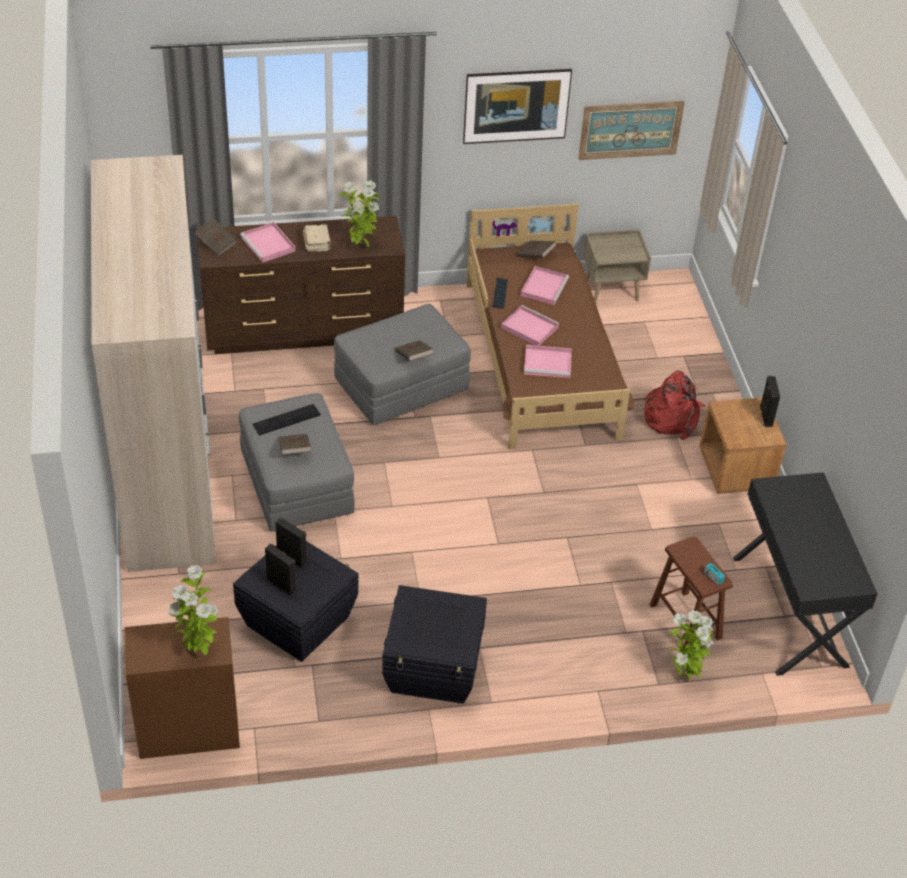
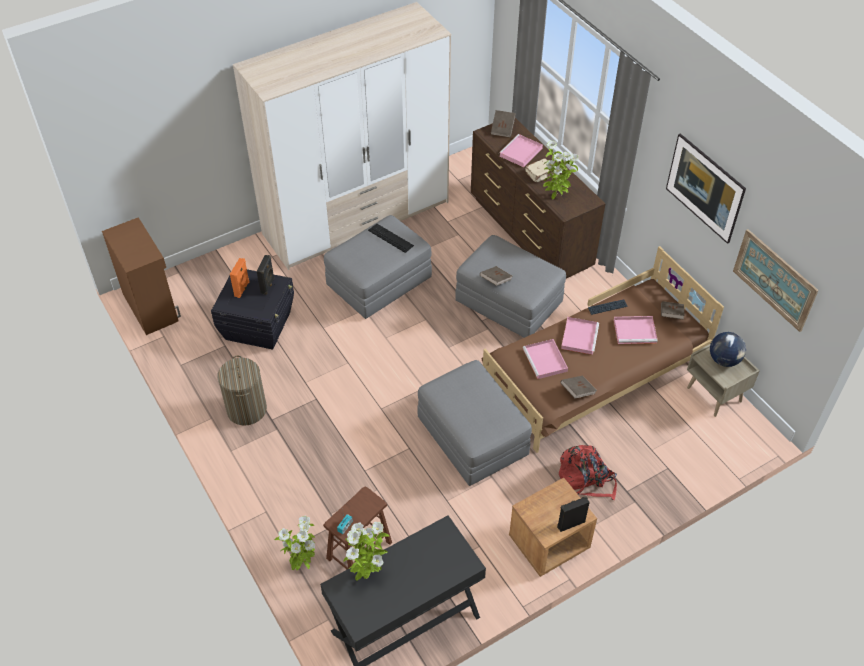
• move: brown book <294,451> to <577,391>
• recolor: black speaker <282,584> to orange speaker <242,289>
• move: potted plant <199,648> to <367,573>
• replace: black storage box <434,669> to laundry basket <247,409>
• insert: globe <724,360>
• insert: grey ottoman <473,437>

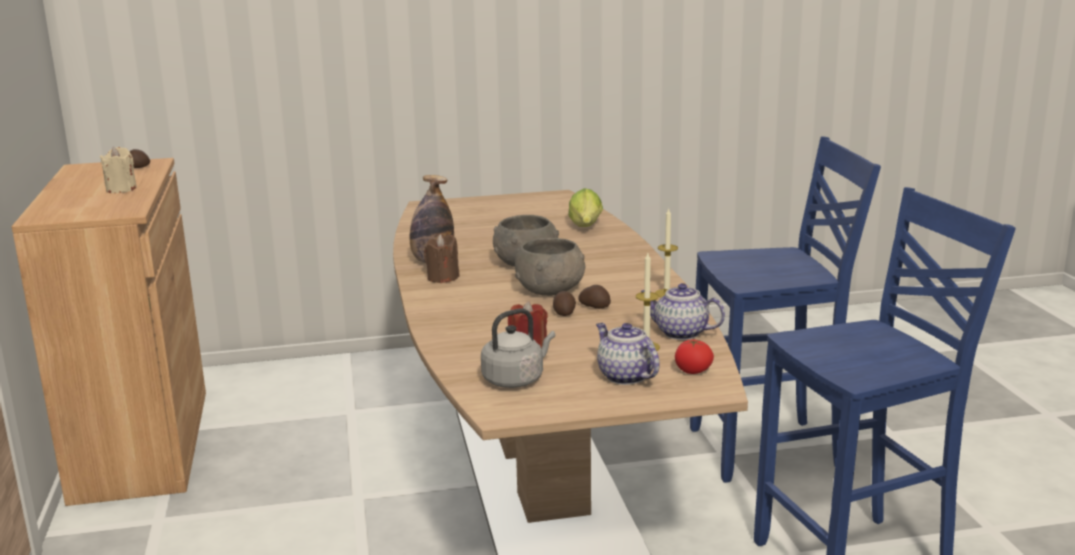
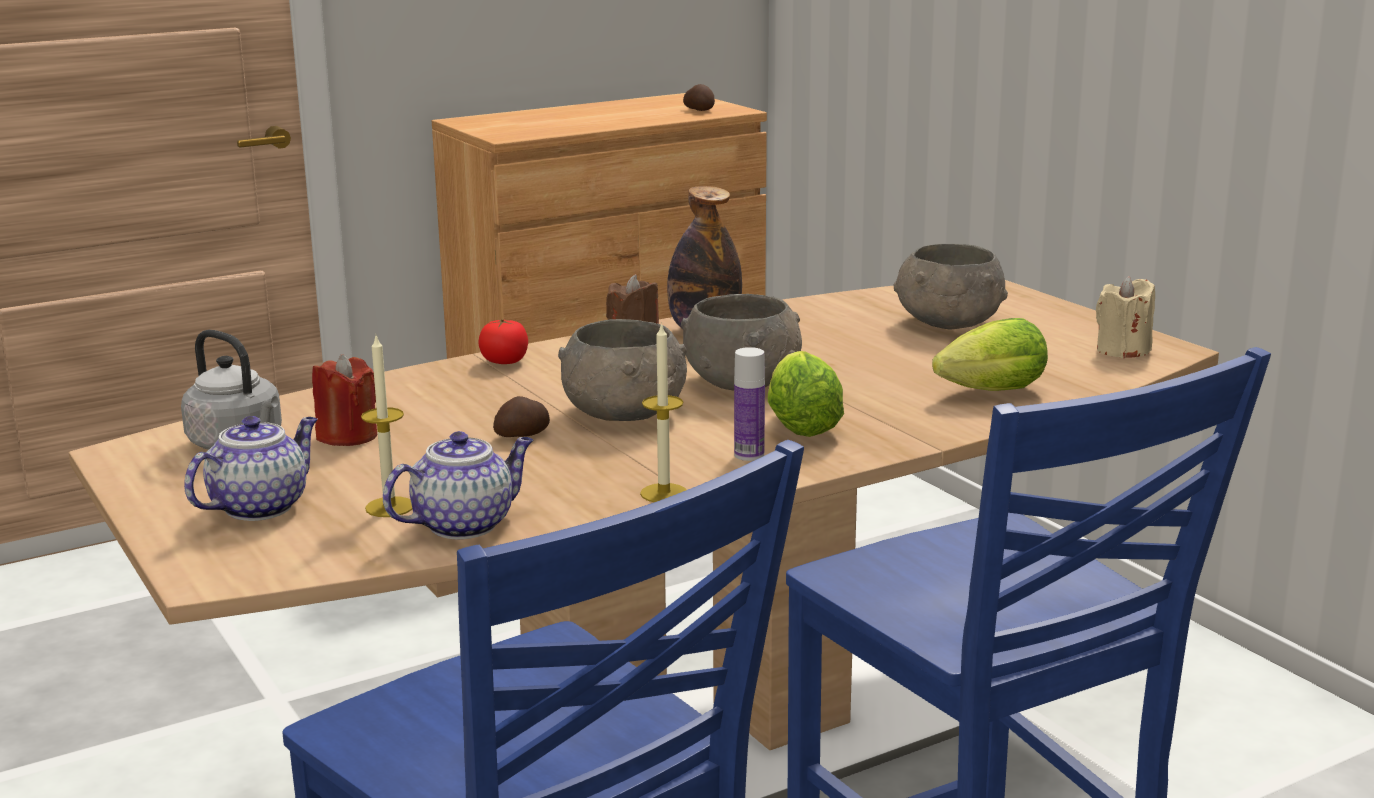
• move: beige candle <121,189> to <1122,350>
• rotate: teapot <680,333> = <465,524> 45 degrees clockwise
• delete: potato <595,306>
• move: tomato <693,371> to <504,362>
• insert: grey bowl <948,323>
• insert: bottle <749,455>
• insert: lettuce <801,424>

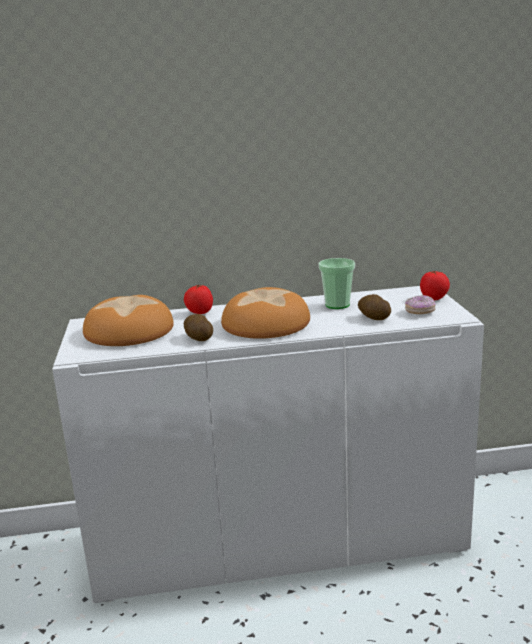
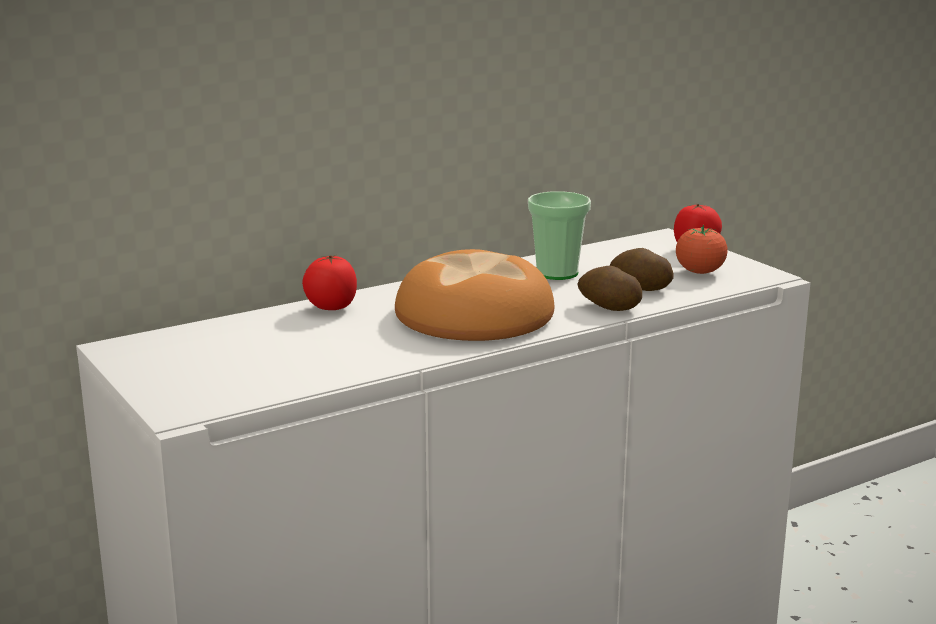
• delete: bread <128,331>
• replace: donut <420,312> to tomato <700,272>
• move: potato <198,338> to <608,307>

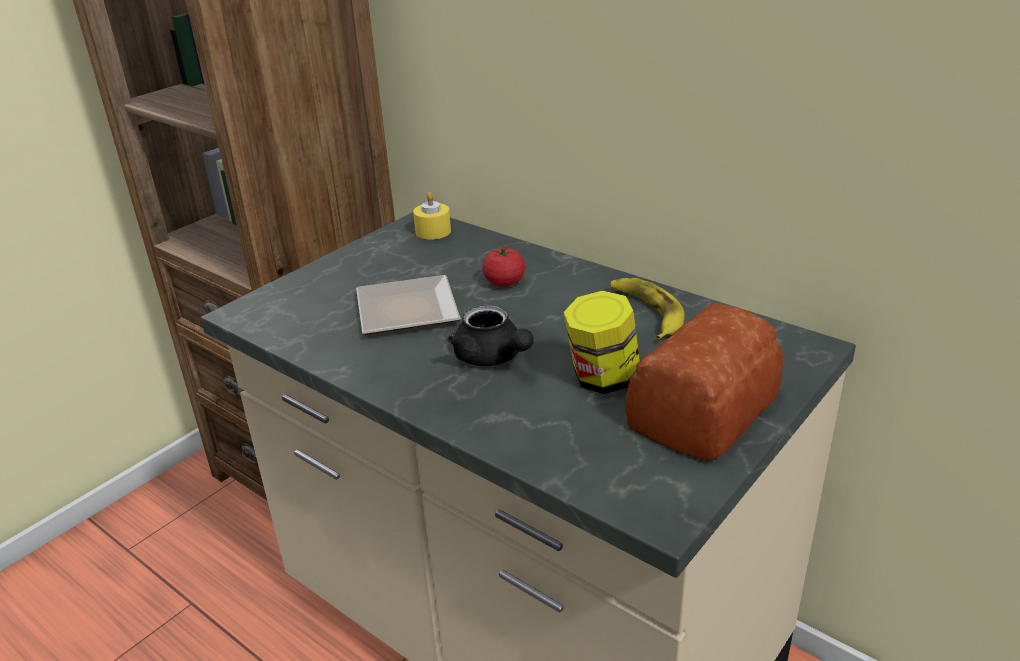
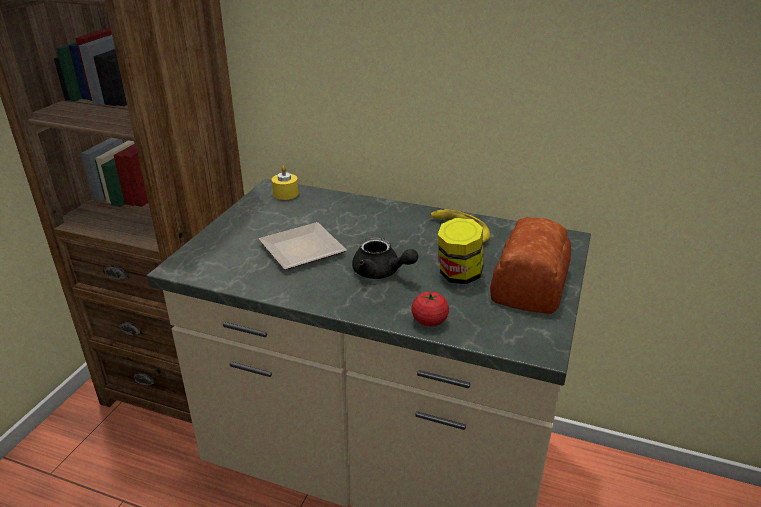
• move: tomato <504,282> to <429,321>

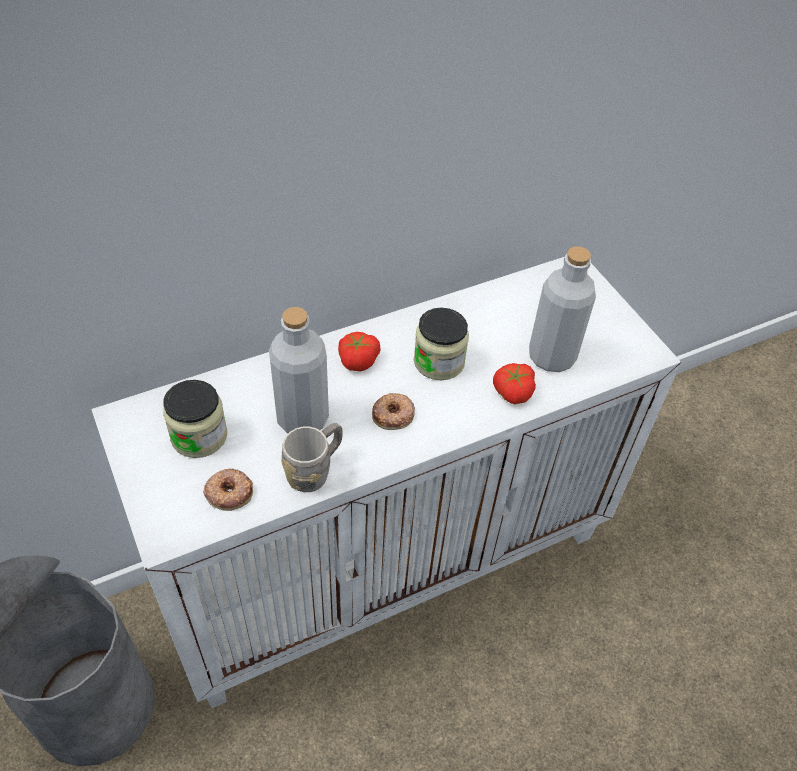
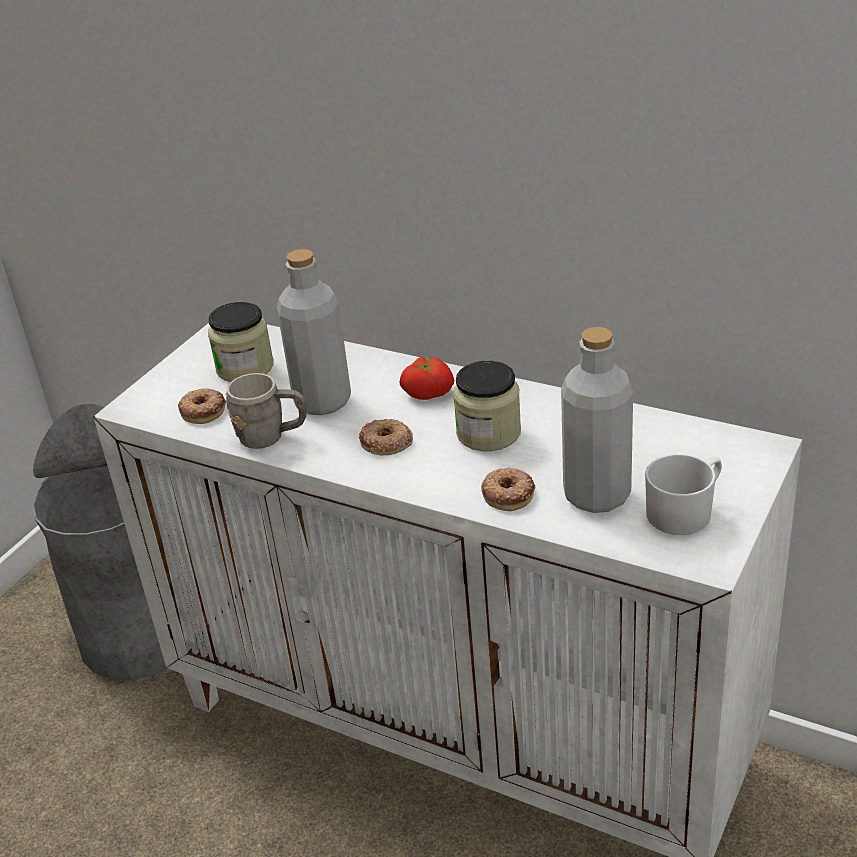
• replace: tomato <512,392> to donut <508,493>
• insert: white mug <685,511>

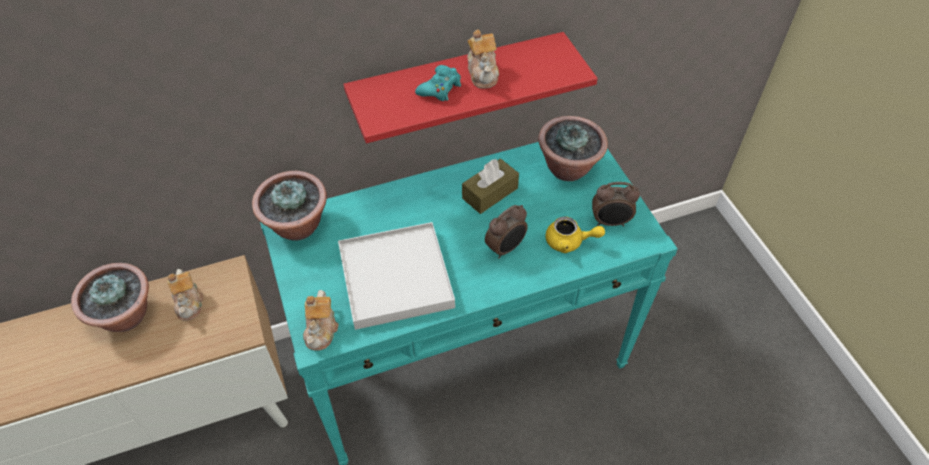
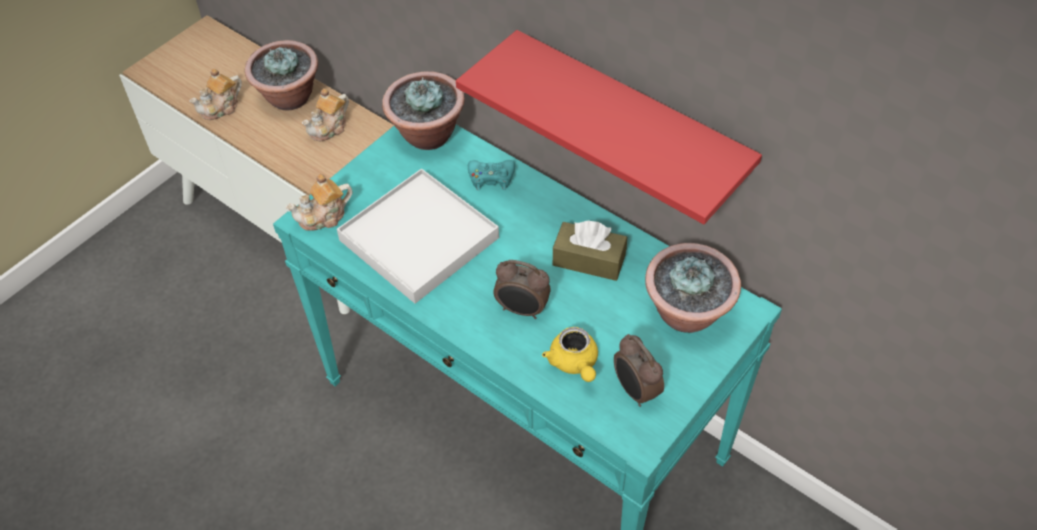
• move: teapot <483,73> to <221,108>
• move: turquoise game controller <440,88> to <491,178>

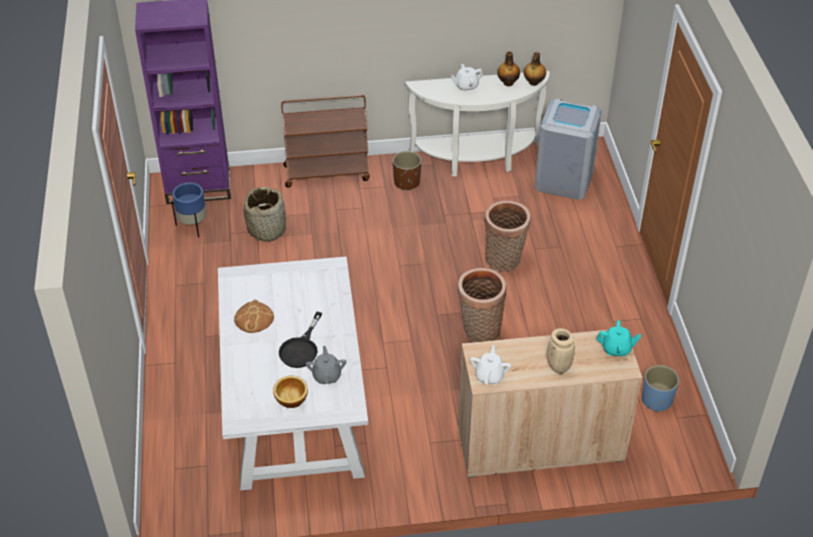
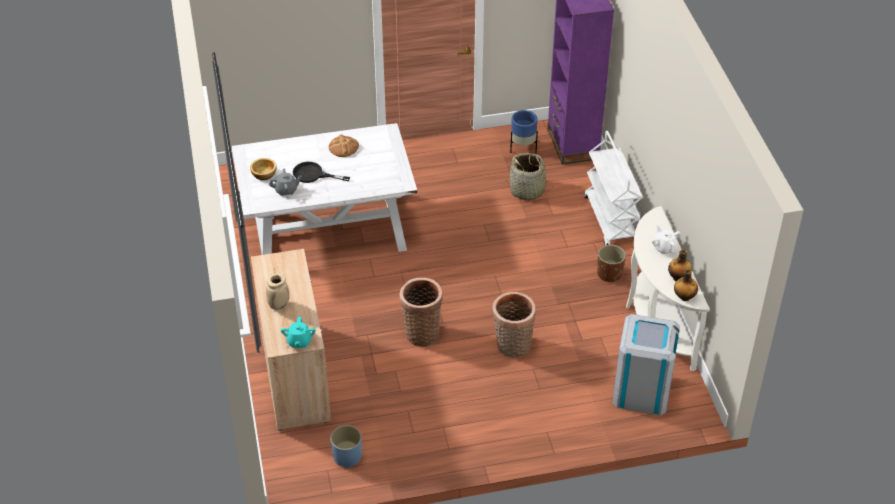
• recolor: brown cart <327,172> to white cart <610,220>
• delete: white teapot <489,376>

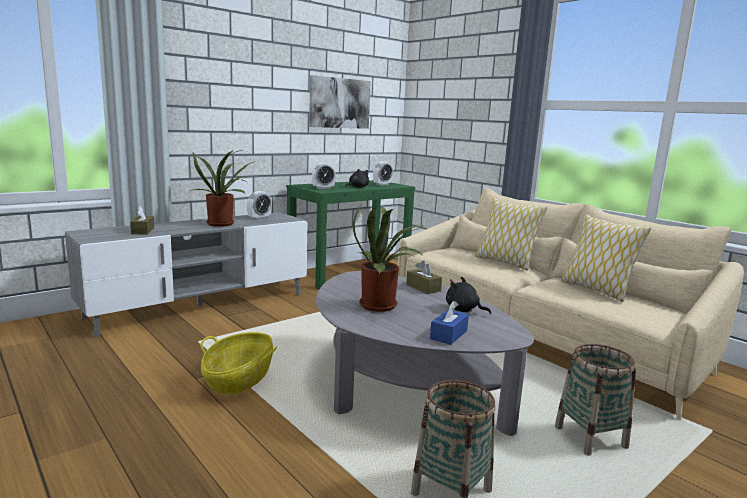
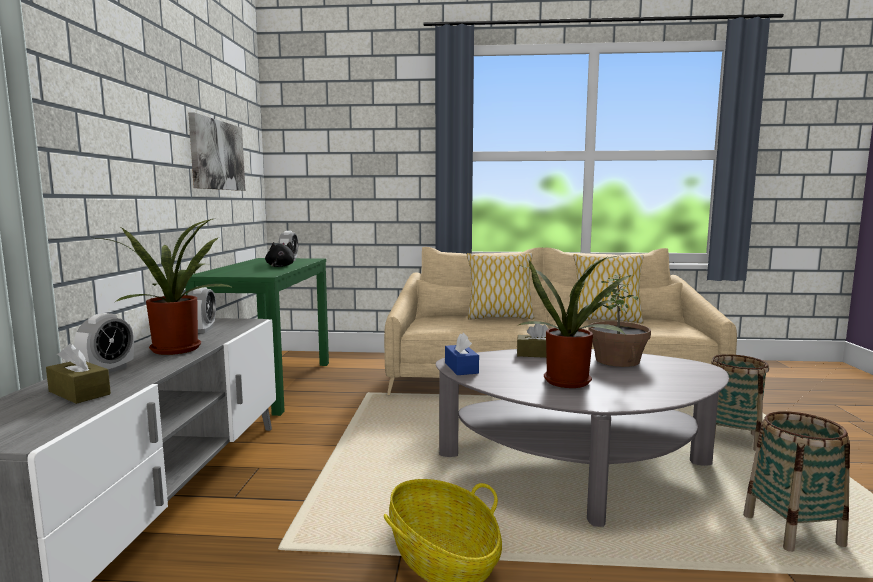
• move: alarm clock <323,188> to <107,371>
• replace: black plush toy <463,310> to potted plant <618,360>
• move: blue tissue box <448,335> to <461,368>

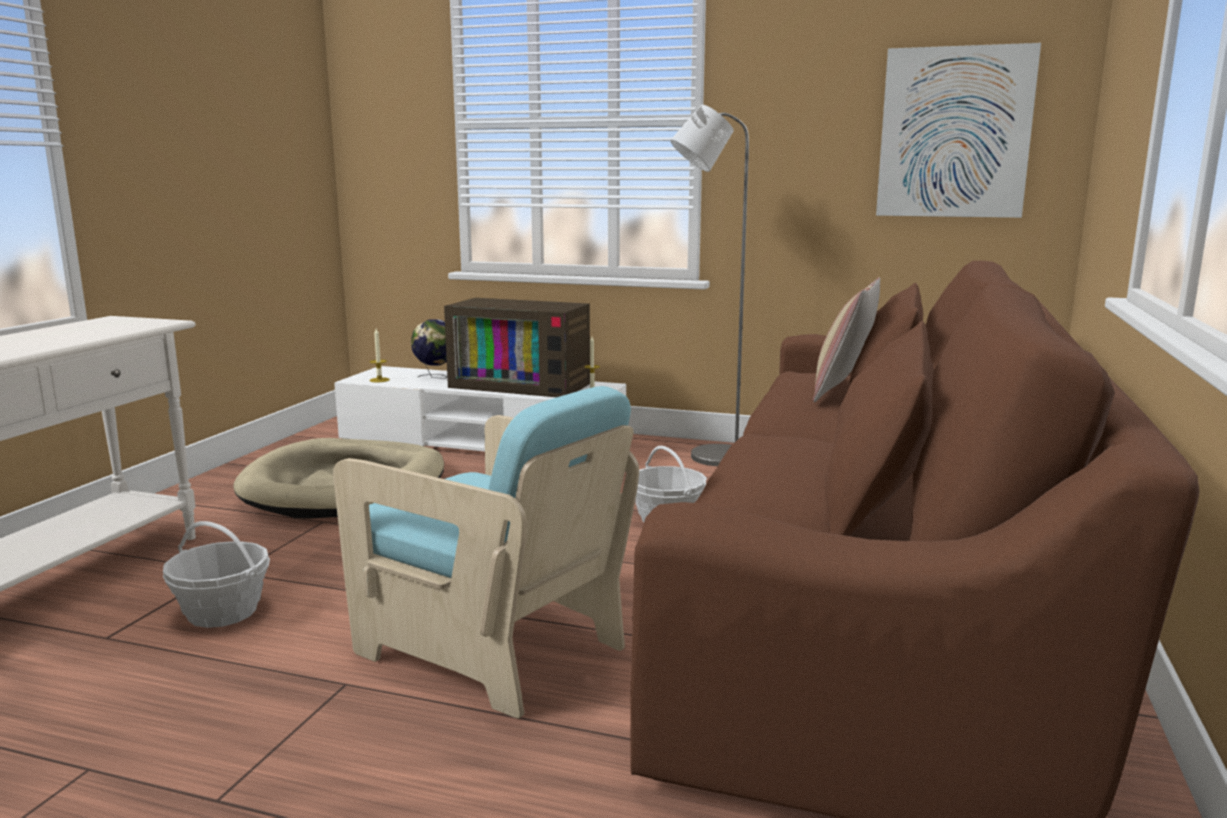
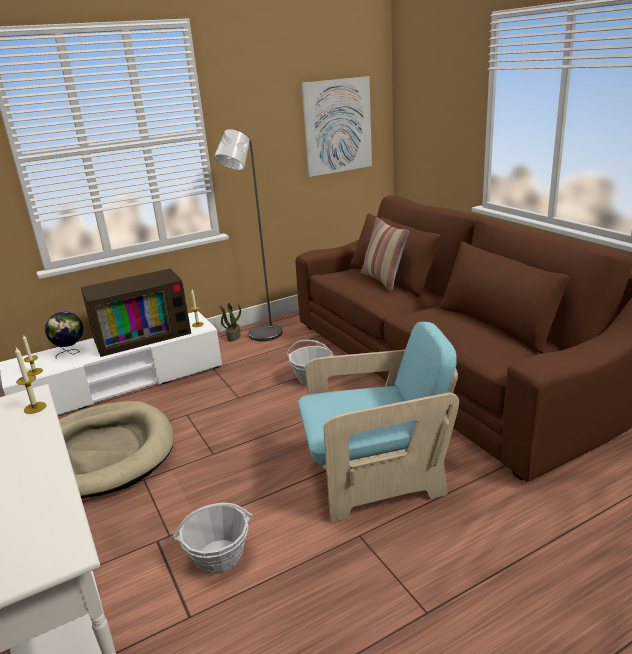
• insert: potted plant <233,337>
• insert: candle <35,407>

